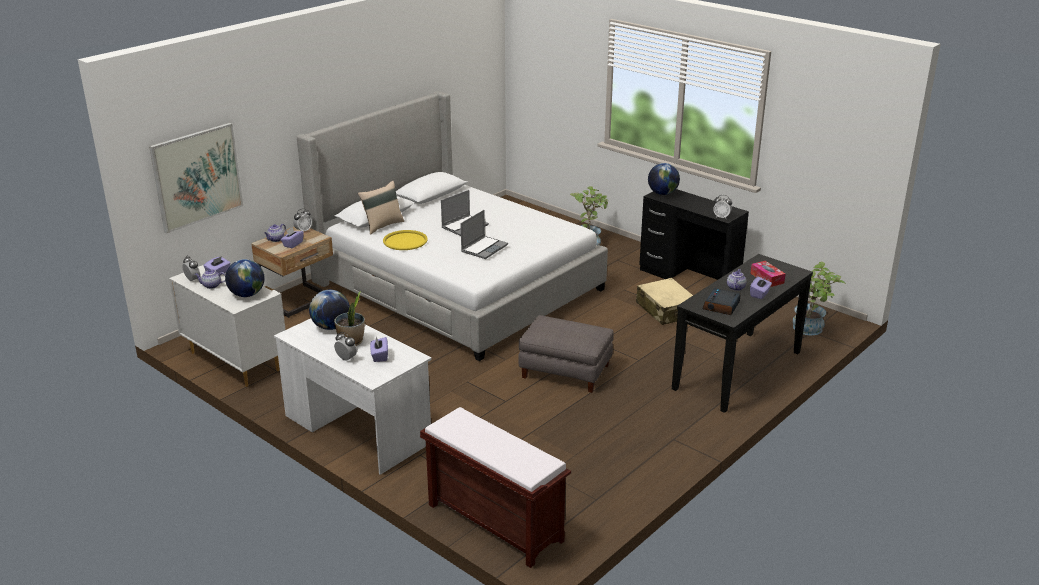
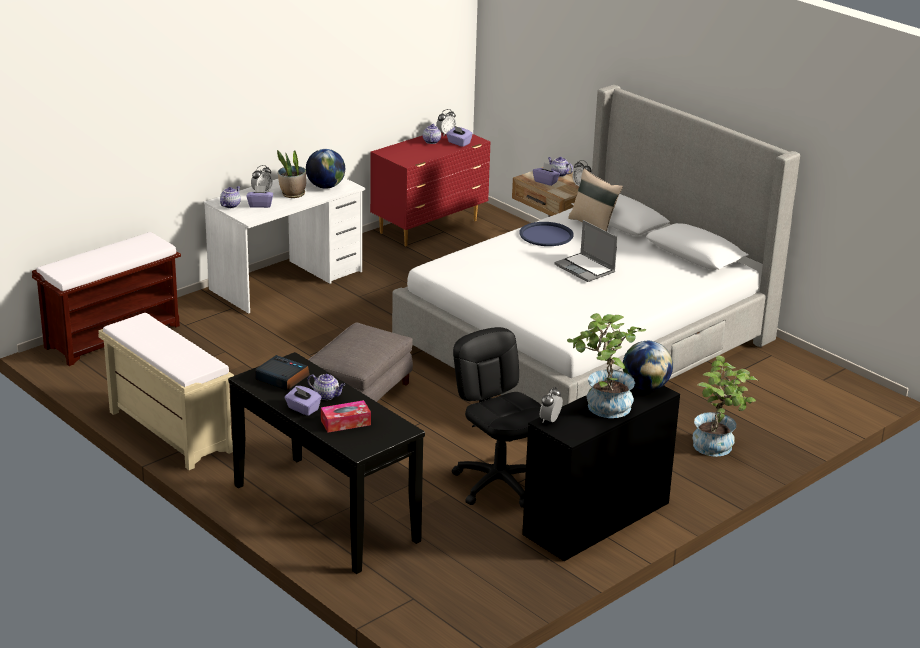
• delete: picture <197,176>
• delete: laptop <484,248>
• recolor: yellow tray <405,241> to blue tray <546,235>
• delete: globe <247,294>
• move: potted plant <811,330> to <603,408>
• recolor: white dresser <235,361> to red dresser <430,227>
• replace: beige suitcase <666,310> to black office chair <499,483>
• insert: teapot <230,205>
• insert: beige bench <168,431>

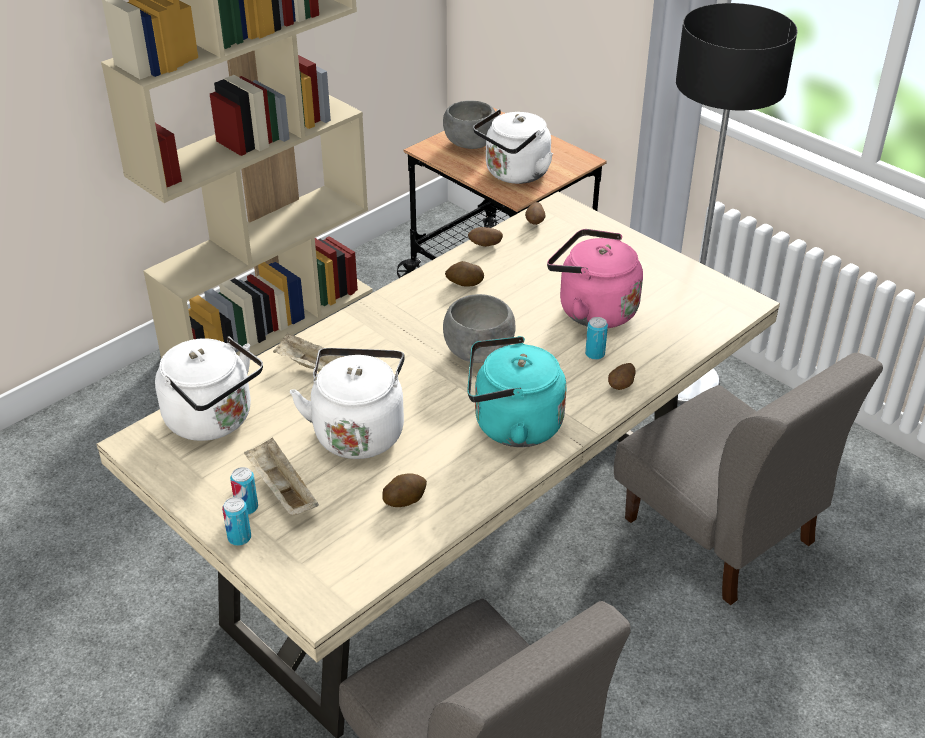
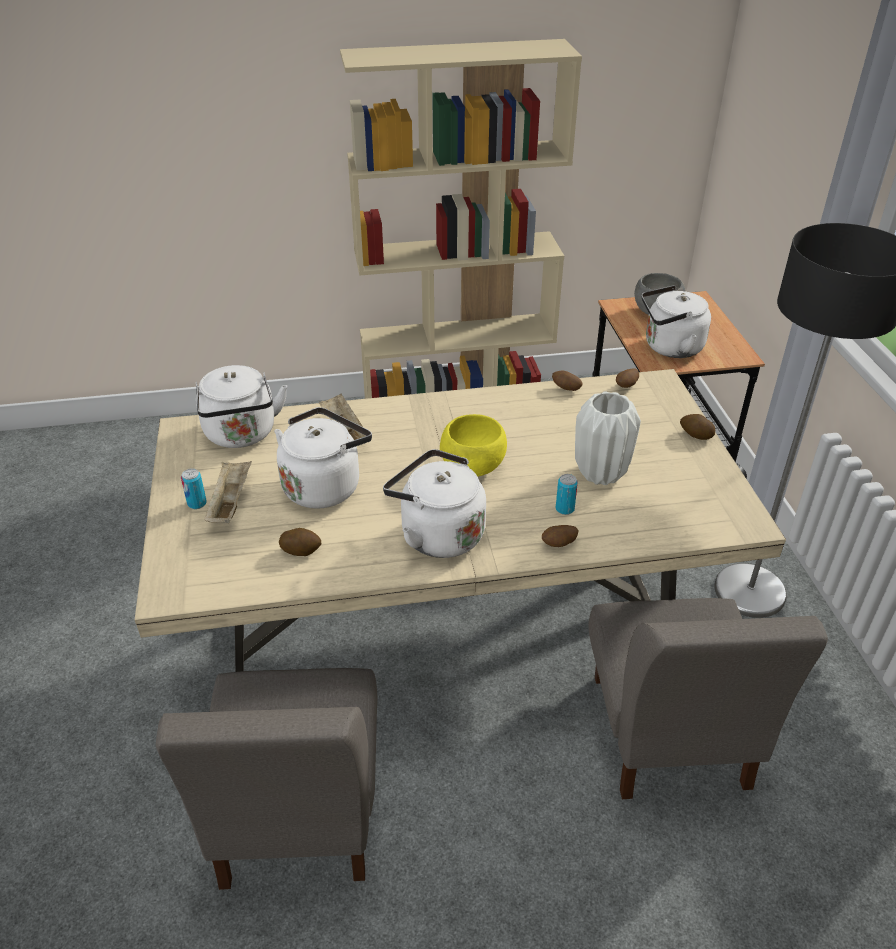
• replace: pink kettle <592,310> to white vase <601,473>
• move: potato <464,283> to <695,435>
• recolor: grey bowl <479,352> to yellow bowl <473,467>
• recolor: turquoise kettle <512,425> to white kettle <437,534>
• delete: can <239,538>

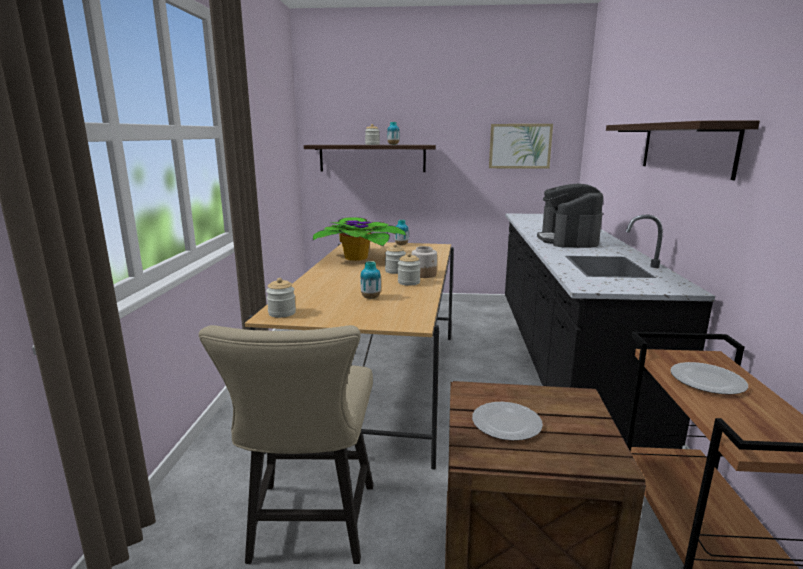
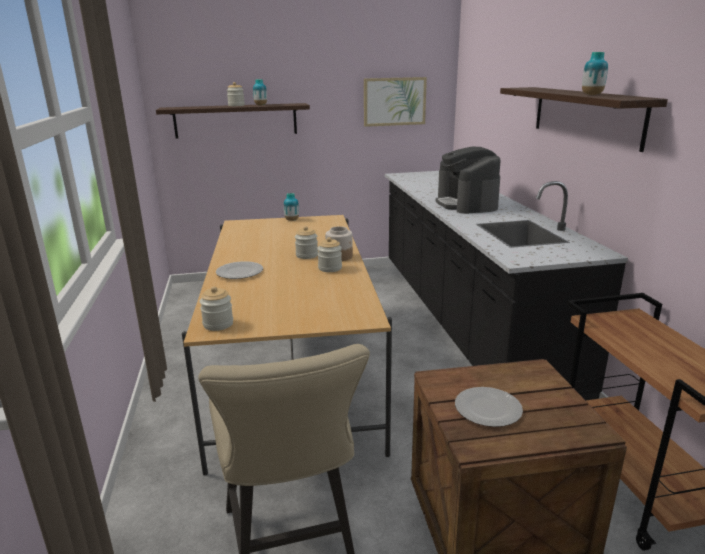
• delete: potted plant <358,257>
• move: vase <370,298> to <592,95>
• move: plate <708,381> to <240,272>

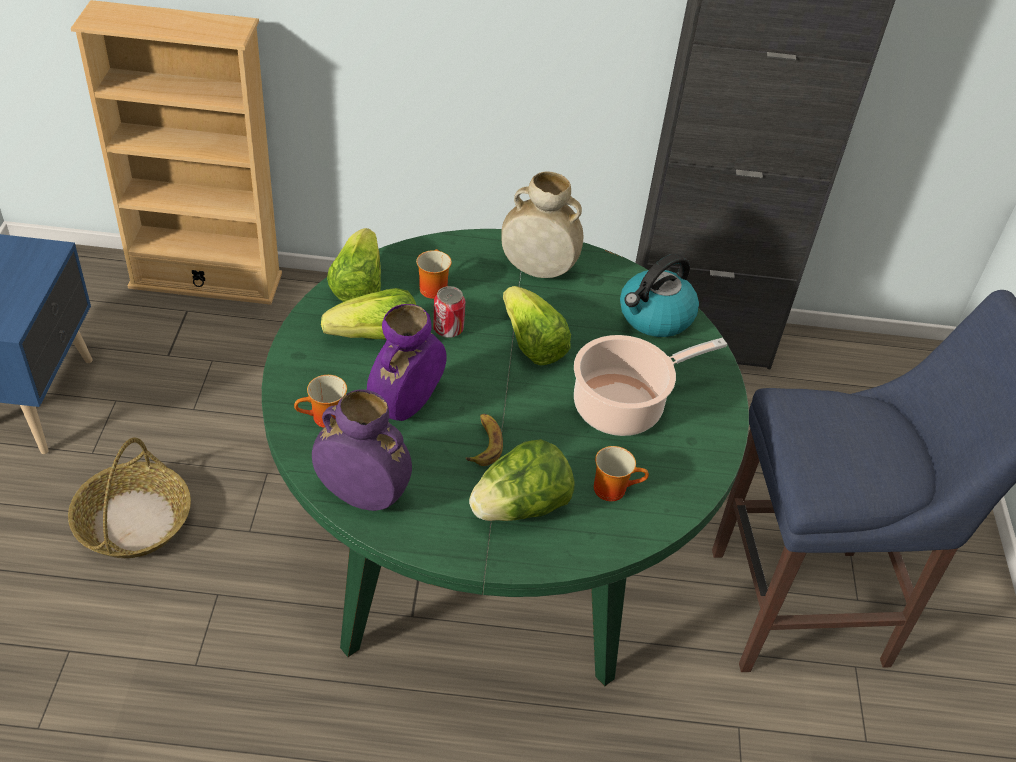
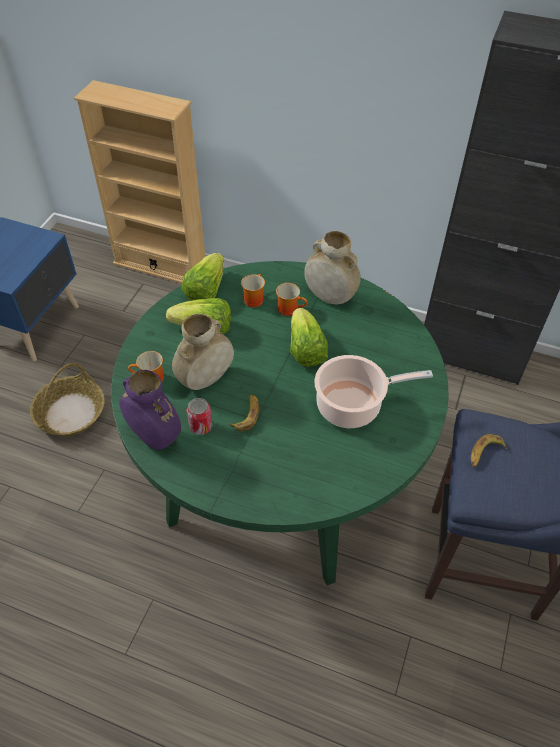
• delete: kettle <655,317>
• move: can <448,329> to <201,426>
• recolor: purple vase <406,405> to beige vase <205,379>
• delete: lettuce <520,507>
• move: mug <613,487> to <290,309>
• insert: banana <484,453>

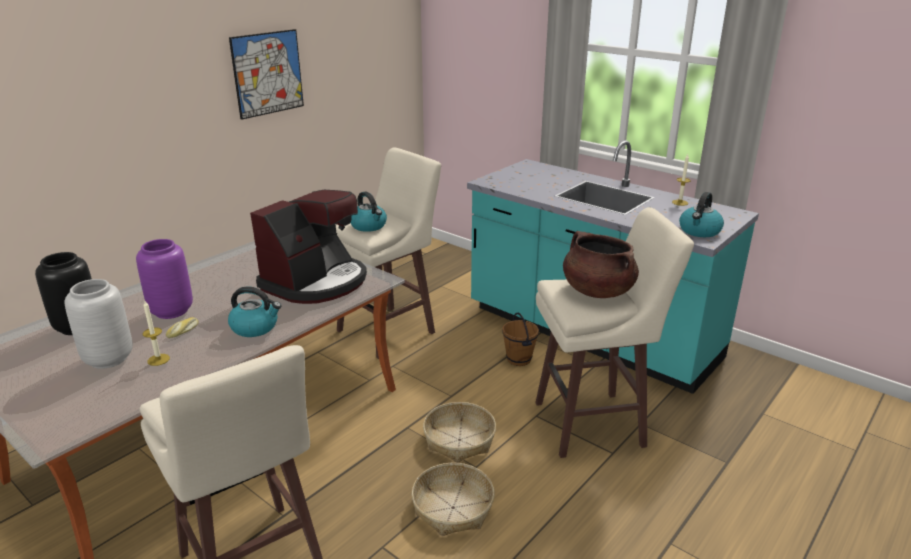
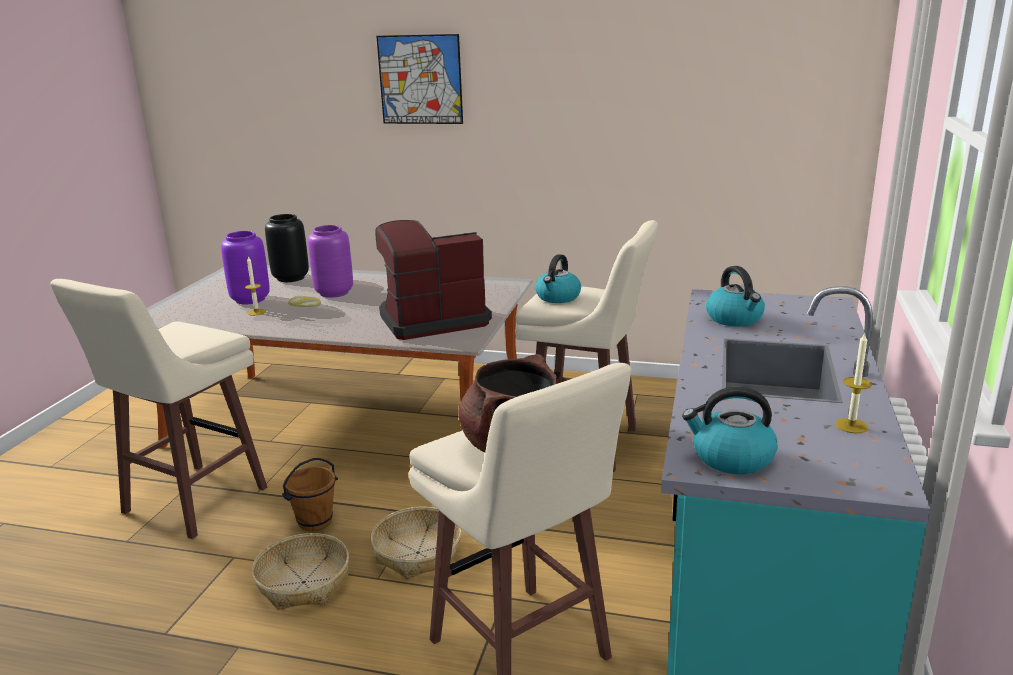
• move: picture <268,73> to <420,80>
• rotate: coffee machine <316,282> = <431,320> 150 degrees clockwise
• recolor: grey vase <108,358> to purple vase <251,299>
• move: kettle <255,327> to <735,319>
• move: brown bucket <519,359> to <315,522>

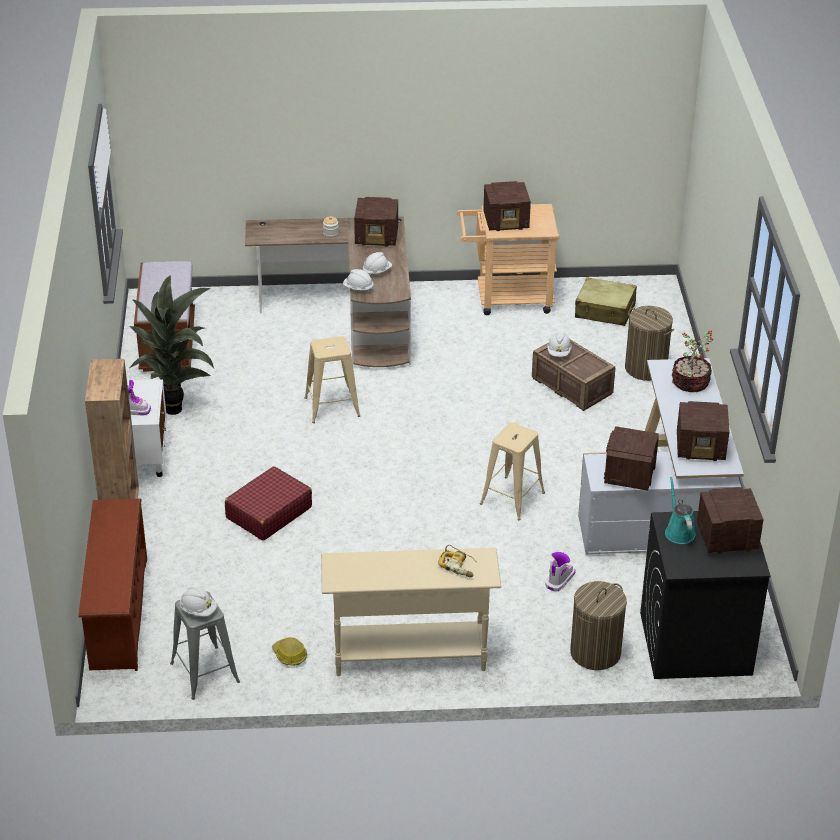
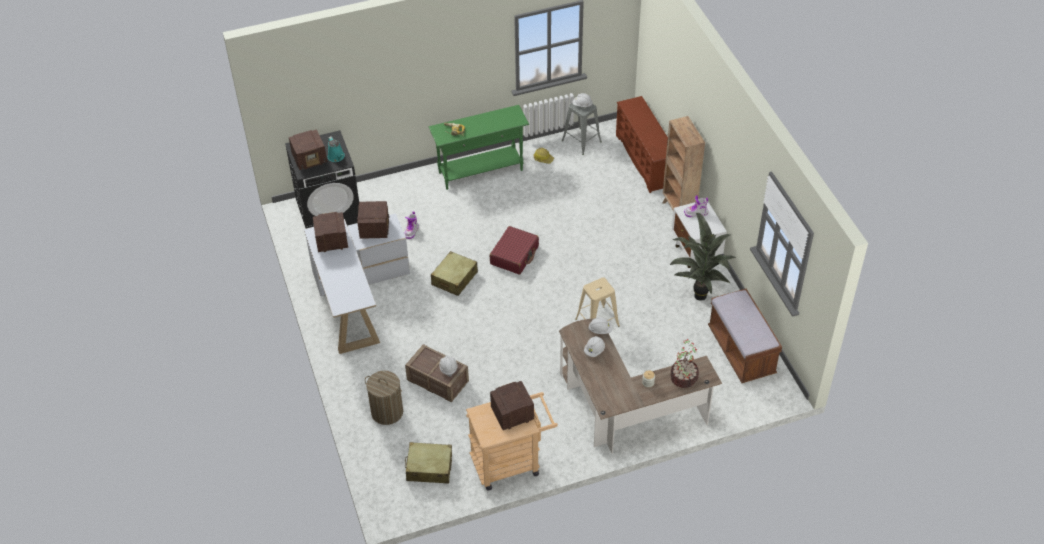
• delete: radio <377,237>
• move: potted plant <690,383> to <683,378>
• replace: beige stool <512,498> to beige suitcase <454,279>
• move: red suitcase <268,513> to <514,255>
• recolor: beige console table <409,655> to green console table <481,171>
• delete: laundry basket <595,653>

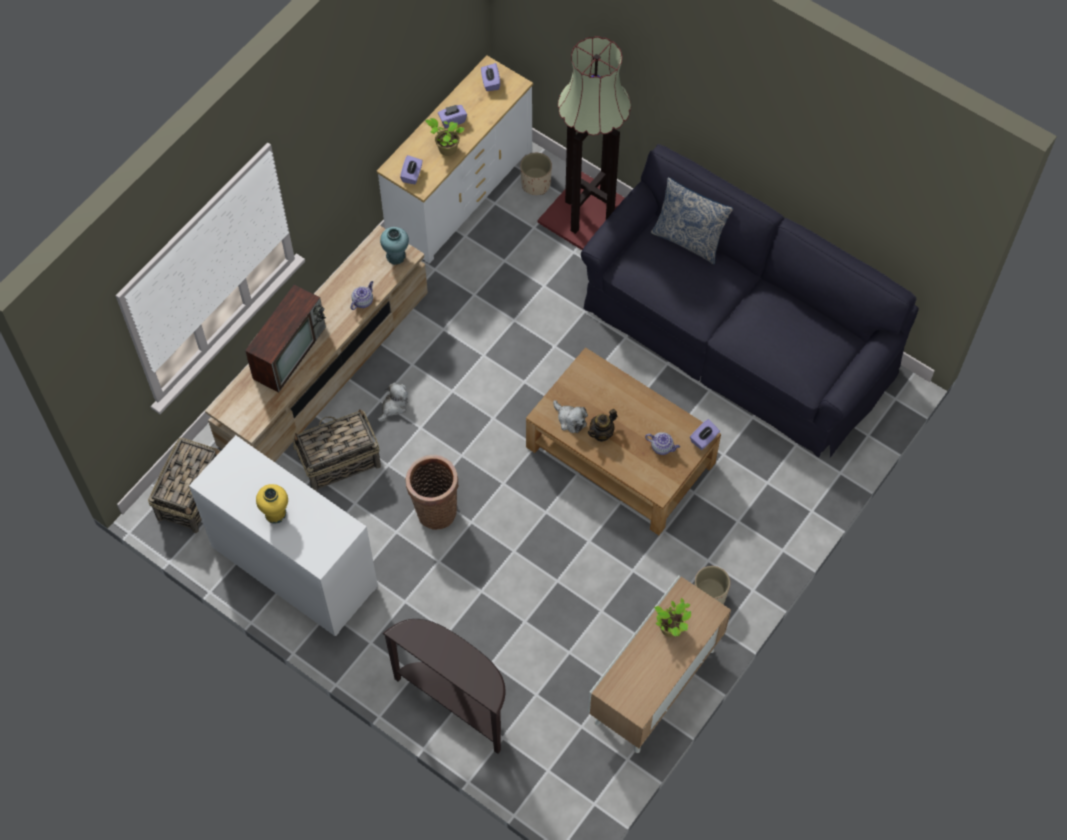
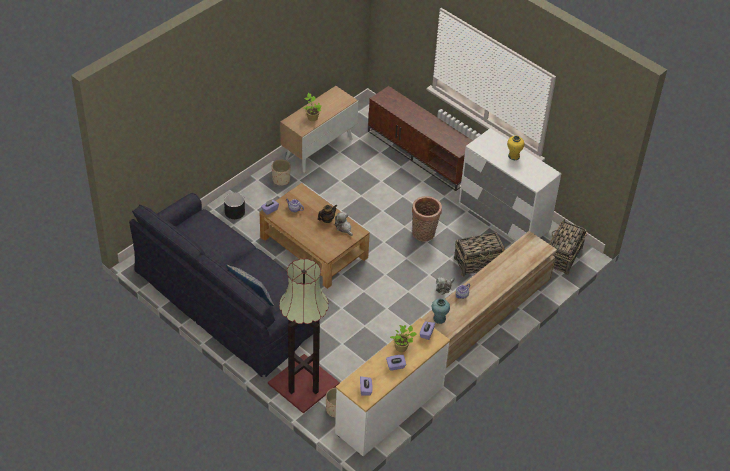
• delete: television <290,351>
• replace: brown console table <456,702> to brown tv stand <421,154>
• insert: black planter <234,212>

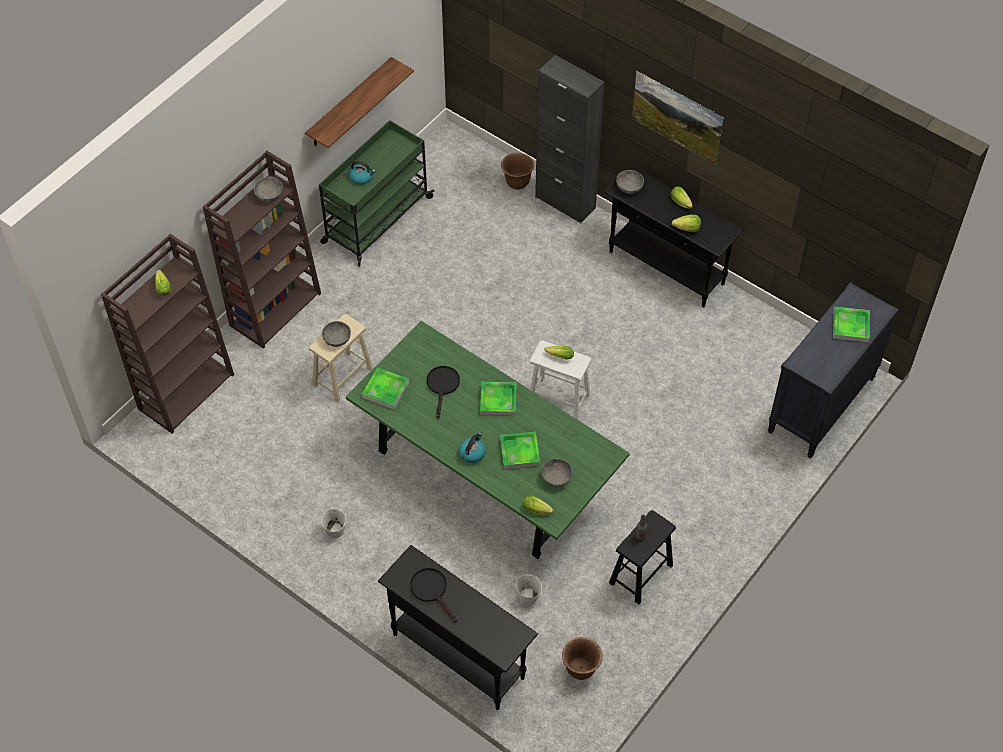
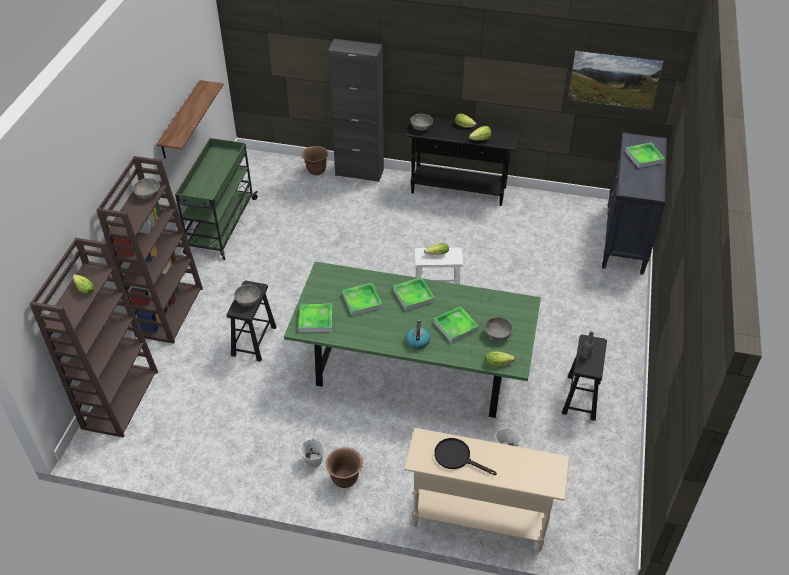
• move: picture <675,129> to <611,92>
• delete: kettle <362,177>
• recolor: beige stool <342,376> to black stool <254,341>
• replace: black frying pan <442,386> to tray <362,301>
• recolor: black console table <458,655> to beige console table <479,520>
• move: brown planter <580,669> to <345,479>

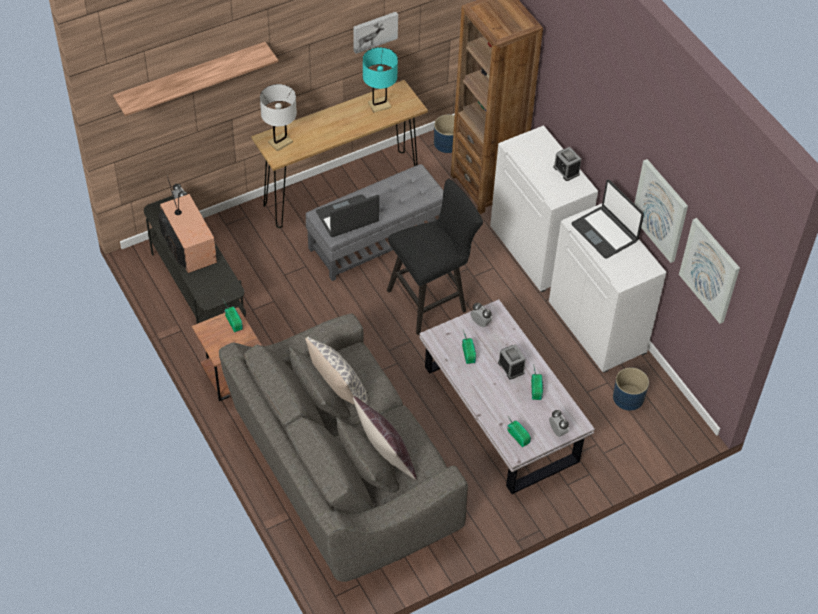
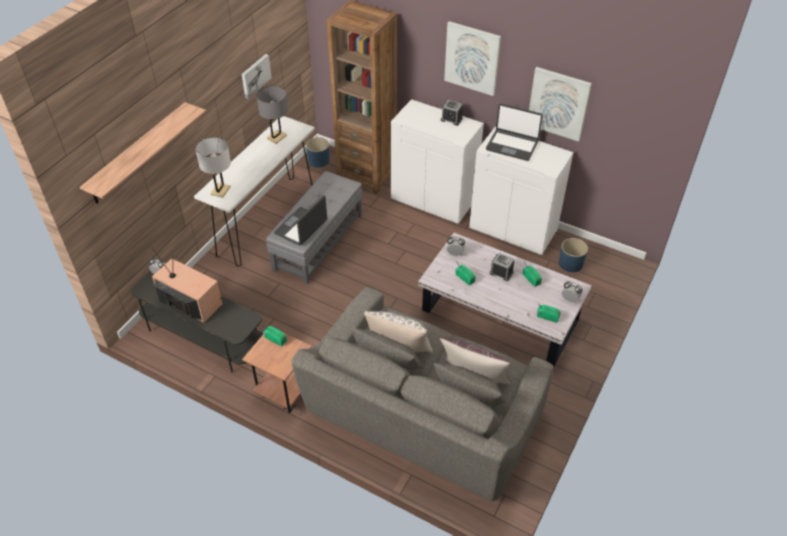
• recolor: turquoise table lamp <379,105> to grey table lamp <277,137>
• recolor: brown console table <341,189> to white console table <266,220>
• delete: black stool <432,300>
• move: picture <710,270> to <472,58>

